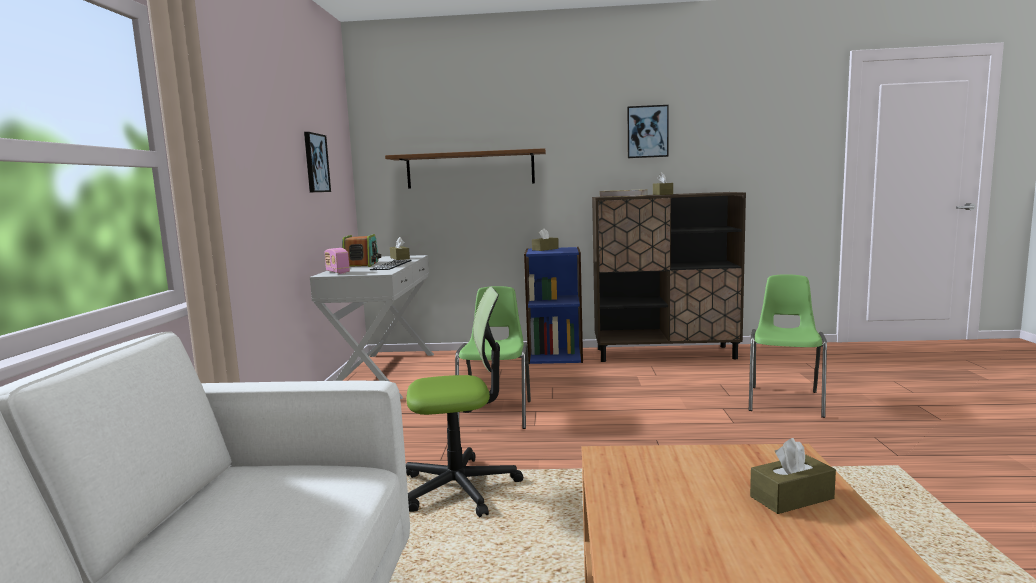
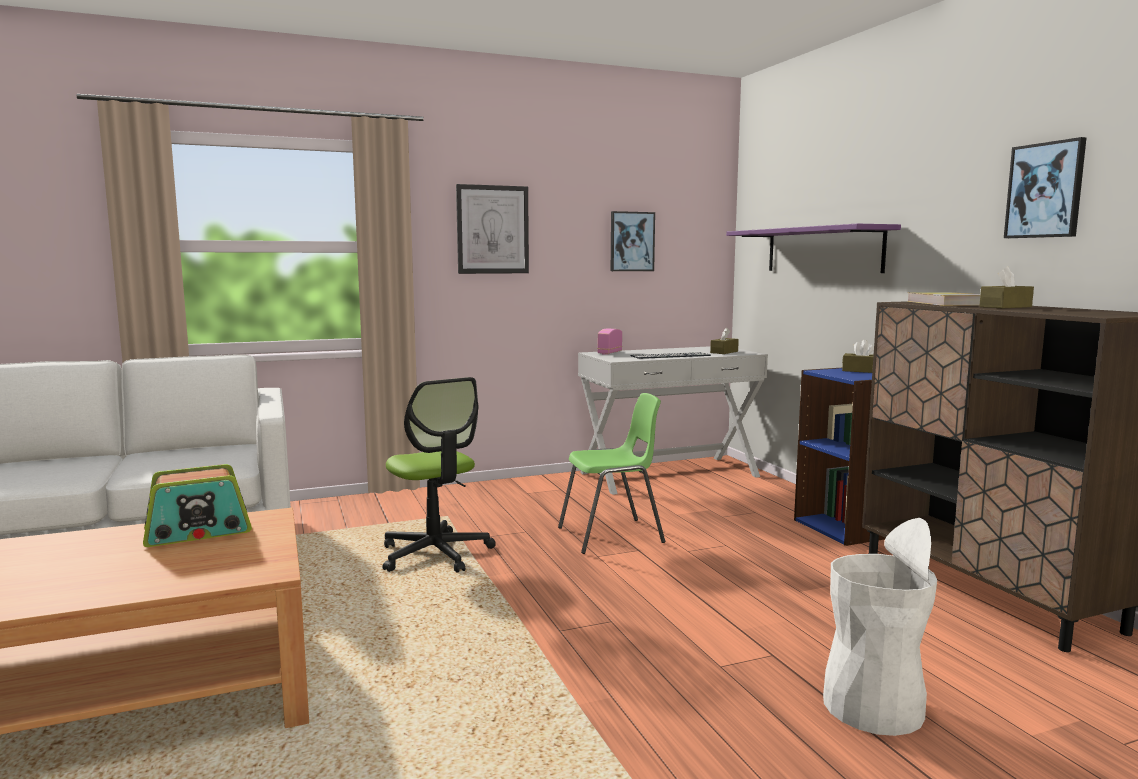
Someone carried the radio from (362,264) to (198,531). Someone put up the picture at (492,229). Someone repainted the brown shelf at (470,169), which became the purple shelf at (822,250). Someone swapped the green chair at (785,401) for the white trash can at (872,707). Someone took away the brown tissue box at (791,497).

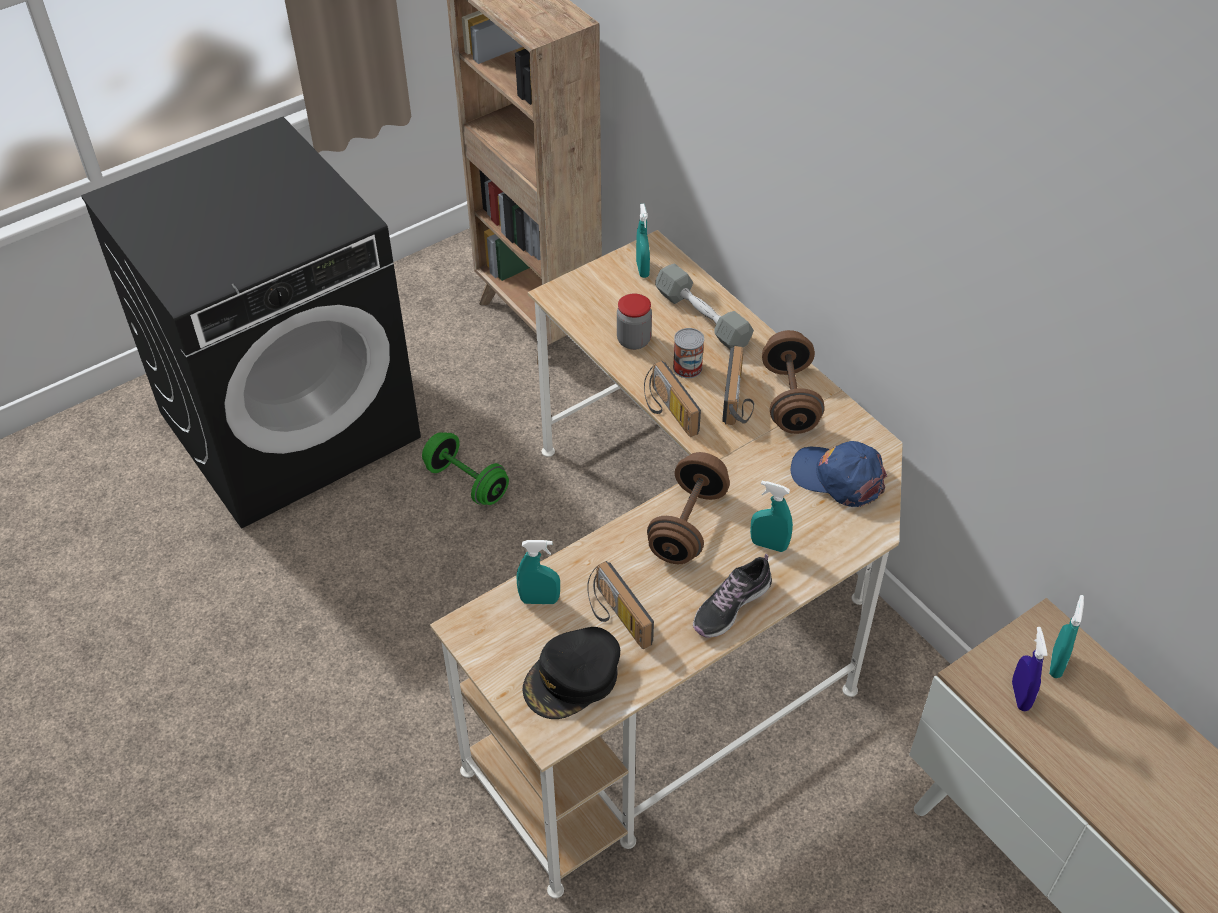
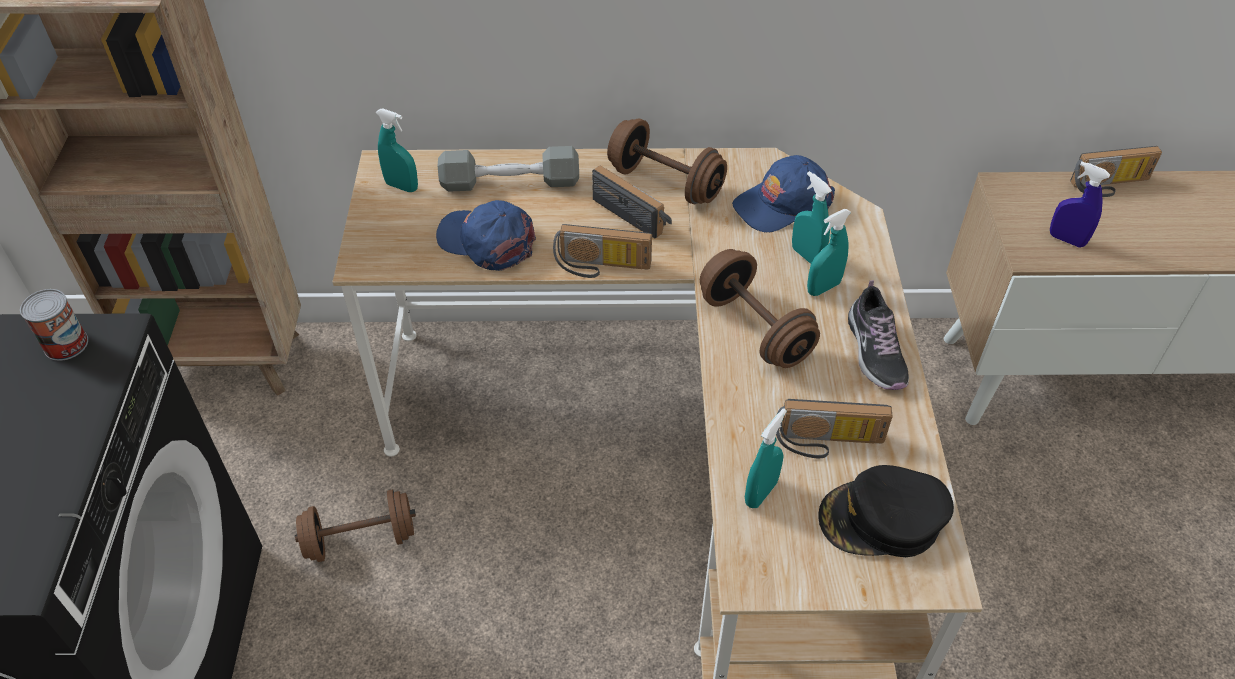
Someone carried the can from (687,367) to (66,344). Someone repainted the green dumbbell at (466,482), which became the brown dumbbell at (360,539). Someone swapped the jar at (633,340) for the blue cap at (487,241). Someone carried the turquoise spray bottle from (1056,664) to (806,256). Someone rotated the black cap at (573,678) by 90 degrees clockwise. Someone put down the radio at (1110,186).

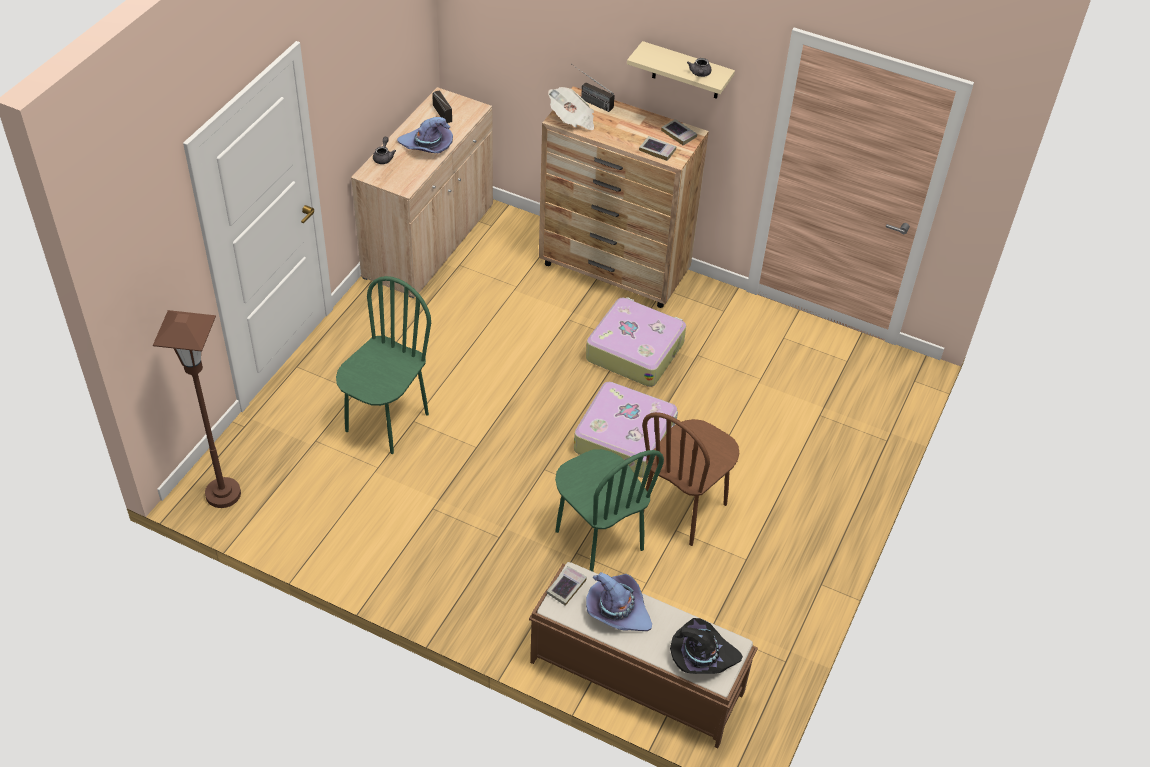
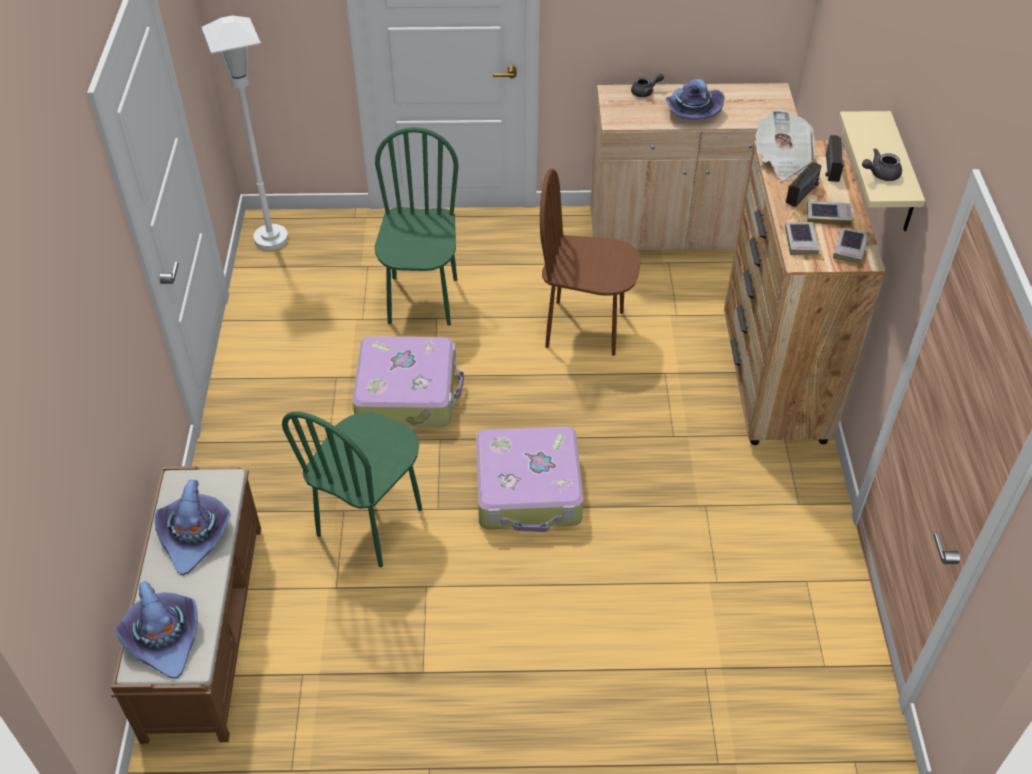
Someone repainted the black hat at (702,656), which became the purple hat at (164,637). Someone repainted the brown floor lamp at (223,494), which became the white floor lamp at (271,239). Someone carried the suitcase from (635,350) to (408,392). Someone rotated the green chair at (386,422) by 90 degrees counterclockwise. Someone carried the brown chair from (684,509) to (584,328). Someone carried the radio from (446,118) to (796,200). Someone carried the book from (566,587) to (828,216).

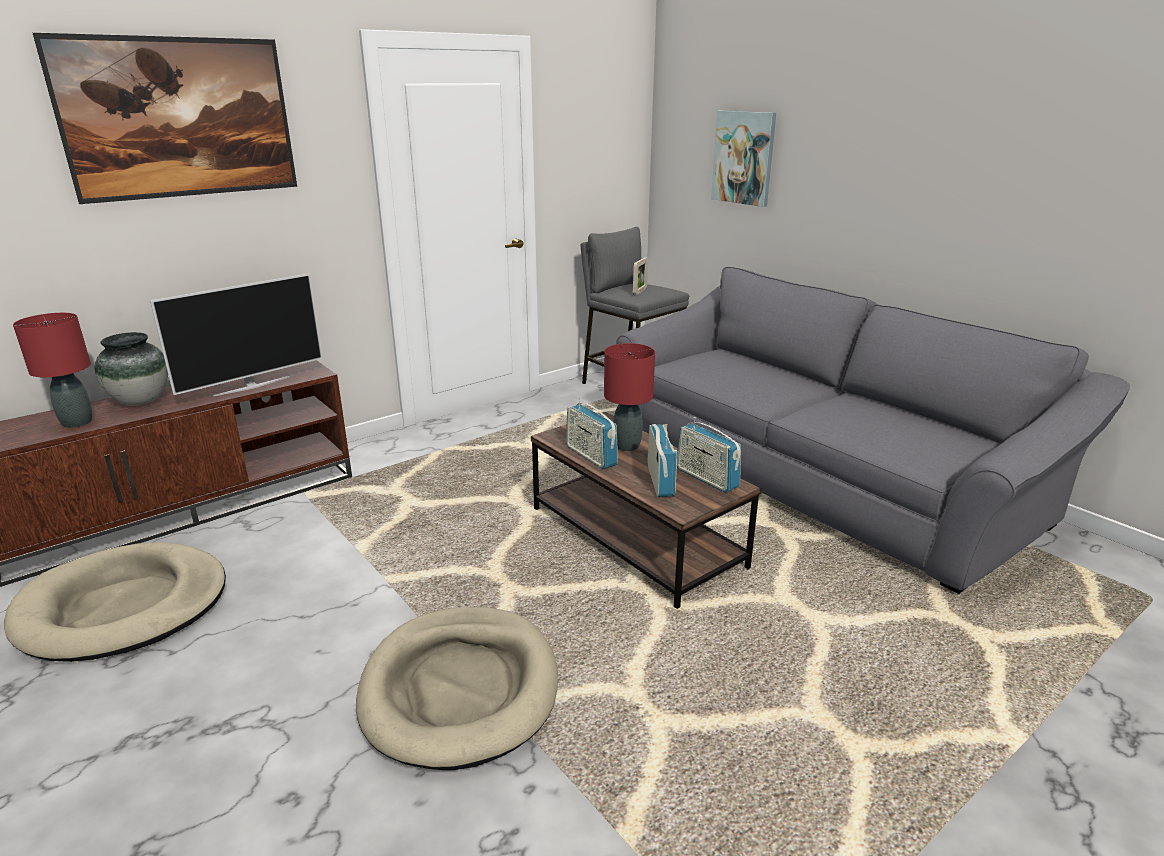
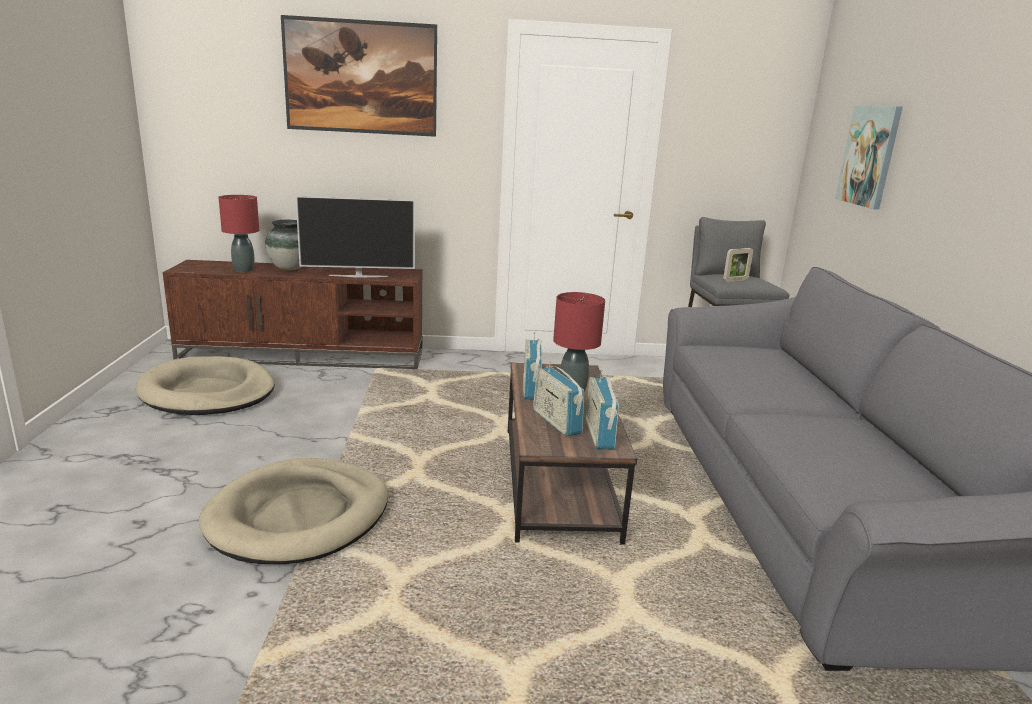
Someone rotated the radio at (660,481) by 120 degrees clockwise.

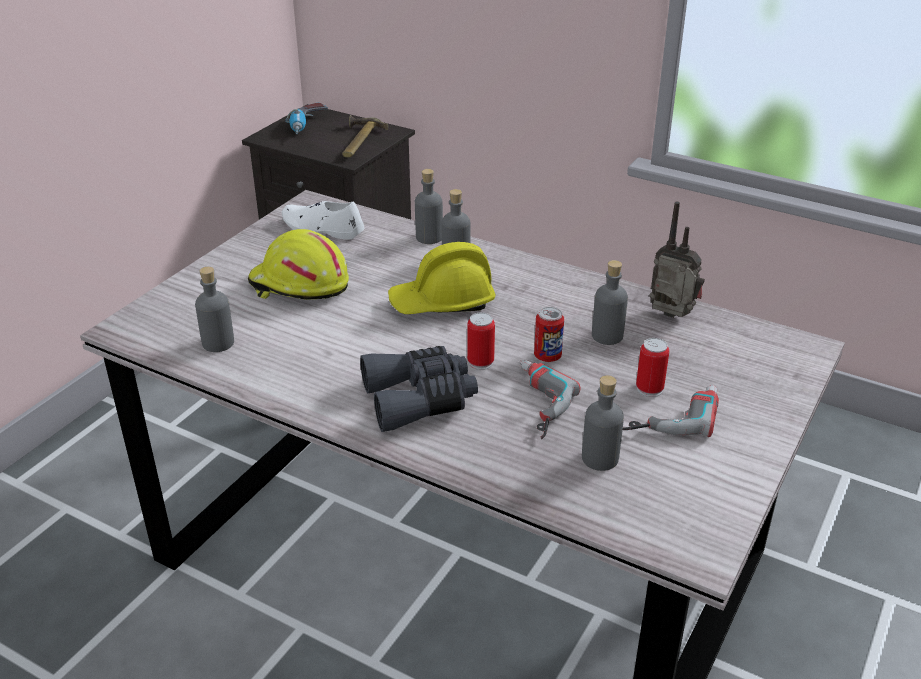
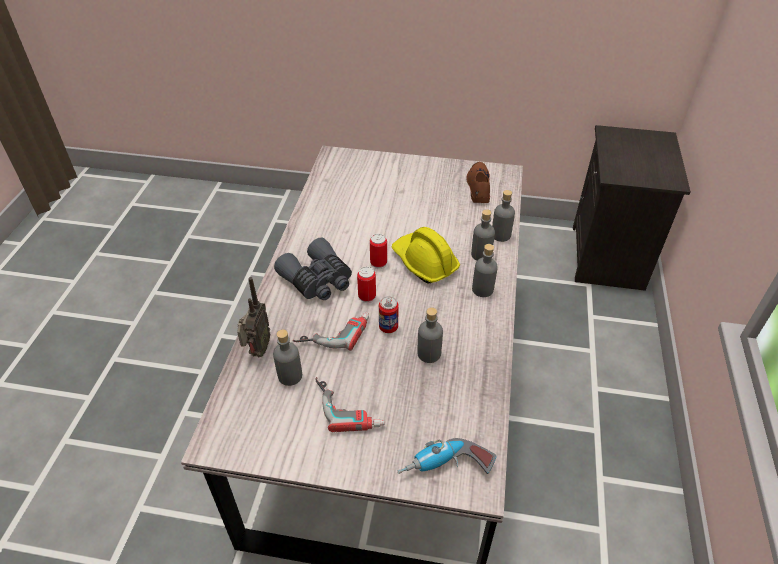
Someone carried the radio from (670,318) to (257,351). Someone carried the can from (649,389) to (378,263). Someone carried the power drill from (307,127) to (446,469). Someone repainted the white shoe at (322,228), which became the brown shoe at (478,187). Someone carried the grey bottle from (218,343) to (482,289). Someone took away the yellow hard hat at (299,285). Someone took away the hammer at (357,142).

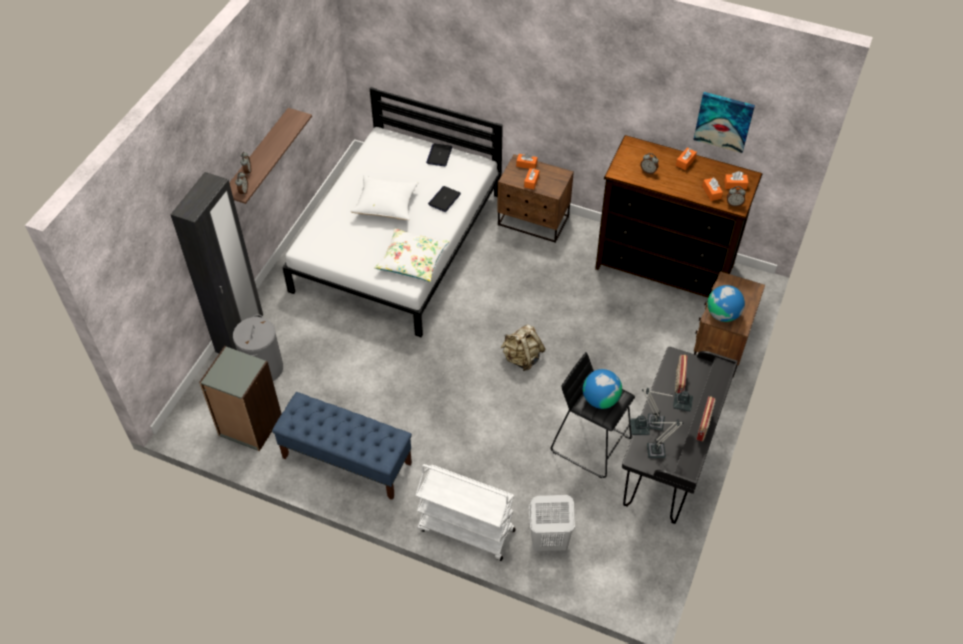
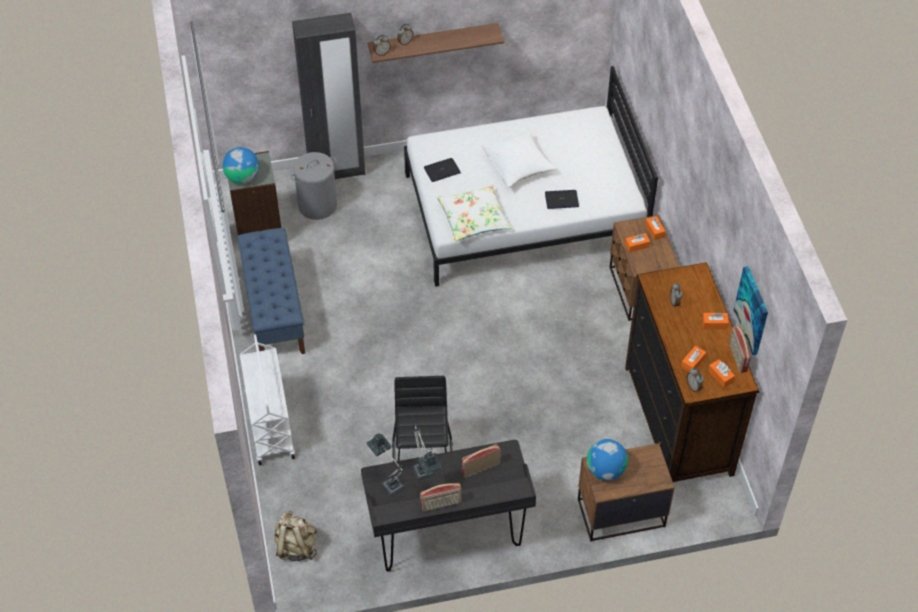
Someone carried the globe from (600,399) to (242,177). Someone carried the beige backpack from (522,358) to (296,547). Someone carried the laptop from (439,155) to (442,170). Someone put down the radio at (737,357). Someone took away the white laundry basket at (548,541).

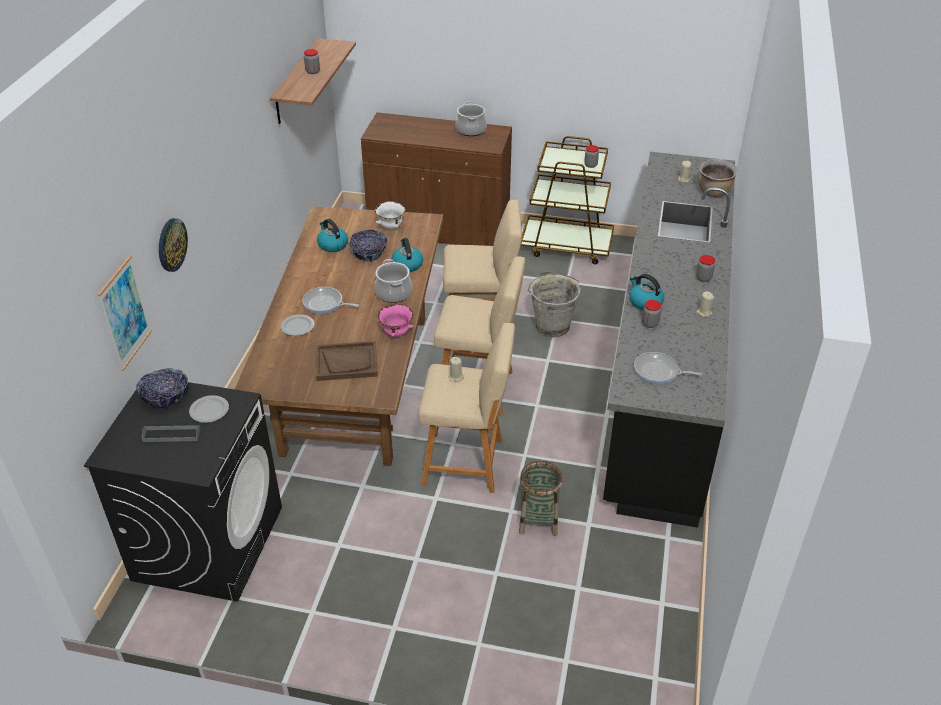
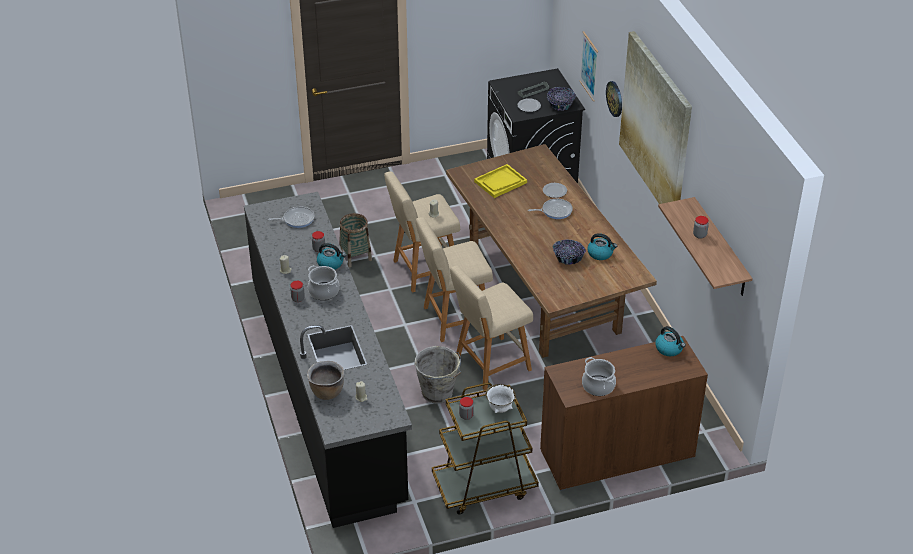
Someone carried the cooking pot from (393,293) to (324,291). Someone repainted the brown tray at (346,362), which became the yellow tray at (500,182). Someone carried the white bowl from (390,227) to (500,408). Someone put up the picture at (656,126). Someone carried the kettle from (407,264) to (669,349). Someone took away the pink bowl at (396,333).

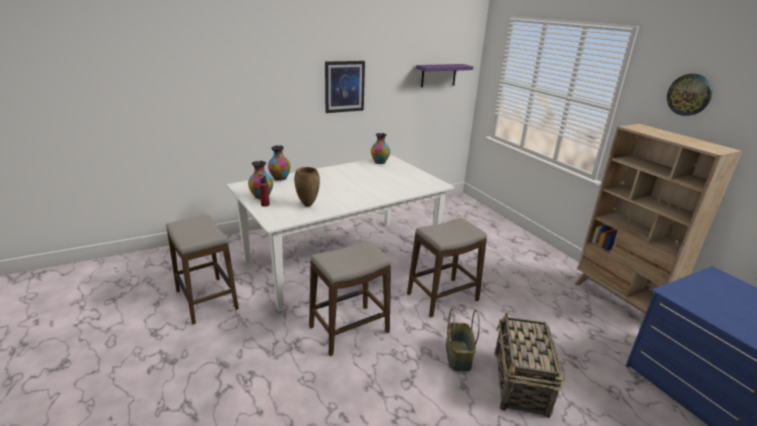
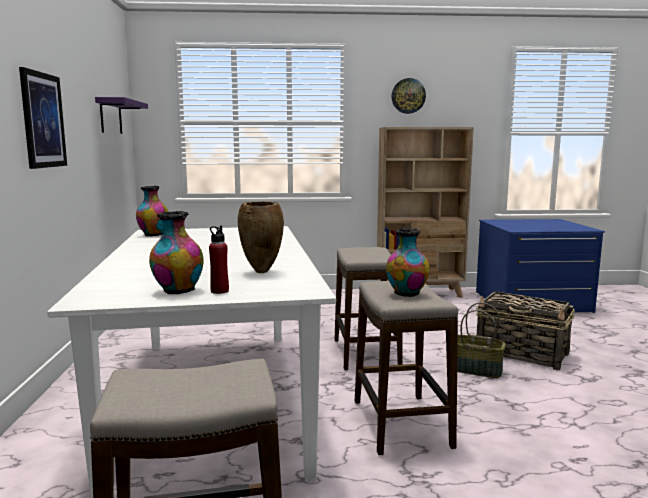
Someone carried the vase from (279,178) to (406,294).

